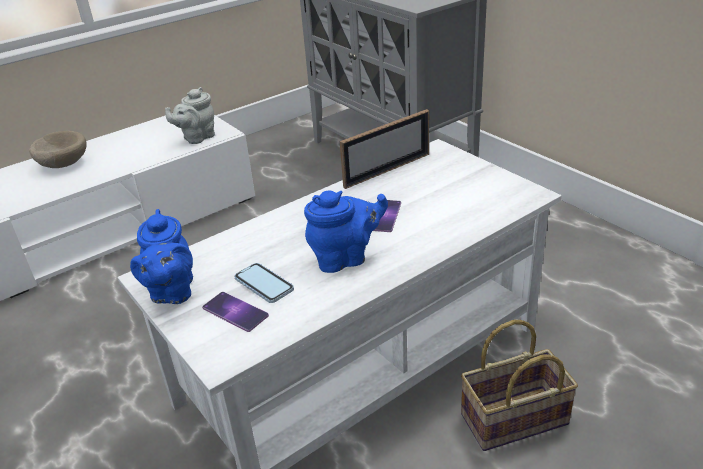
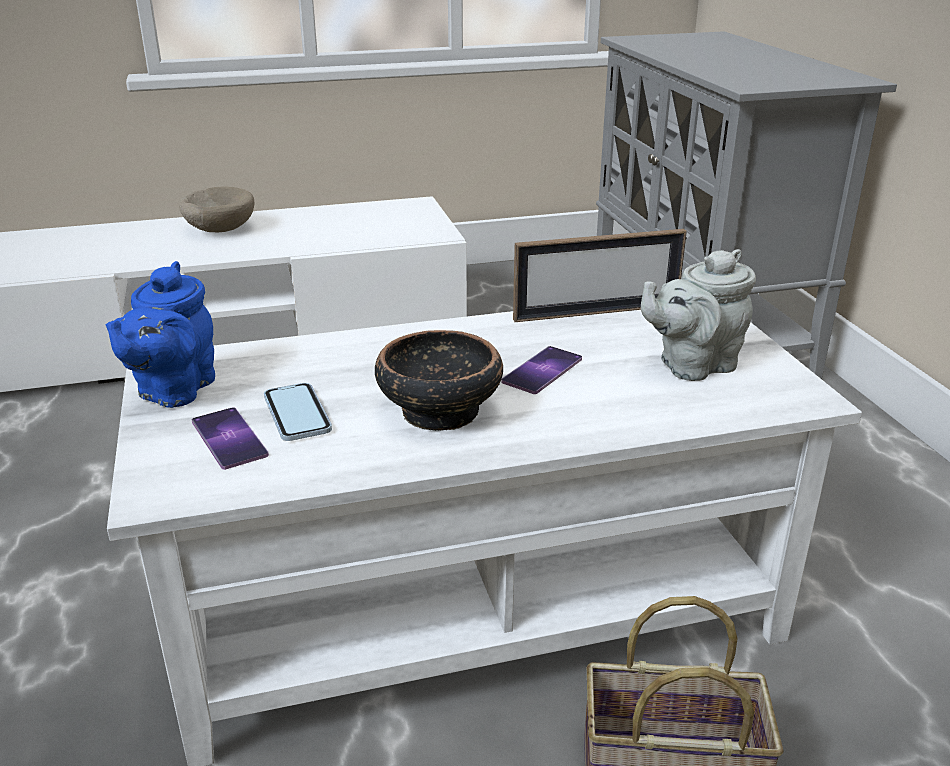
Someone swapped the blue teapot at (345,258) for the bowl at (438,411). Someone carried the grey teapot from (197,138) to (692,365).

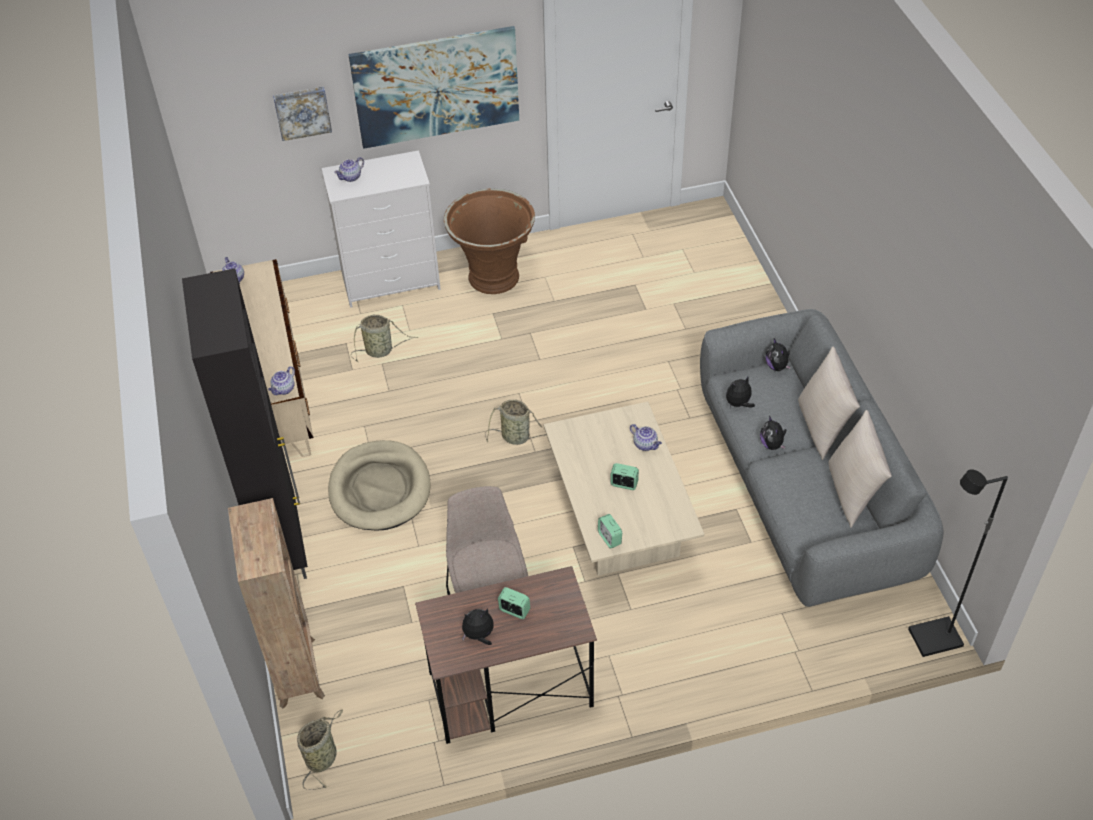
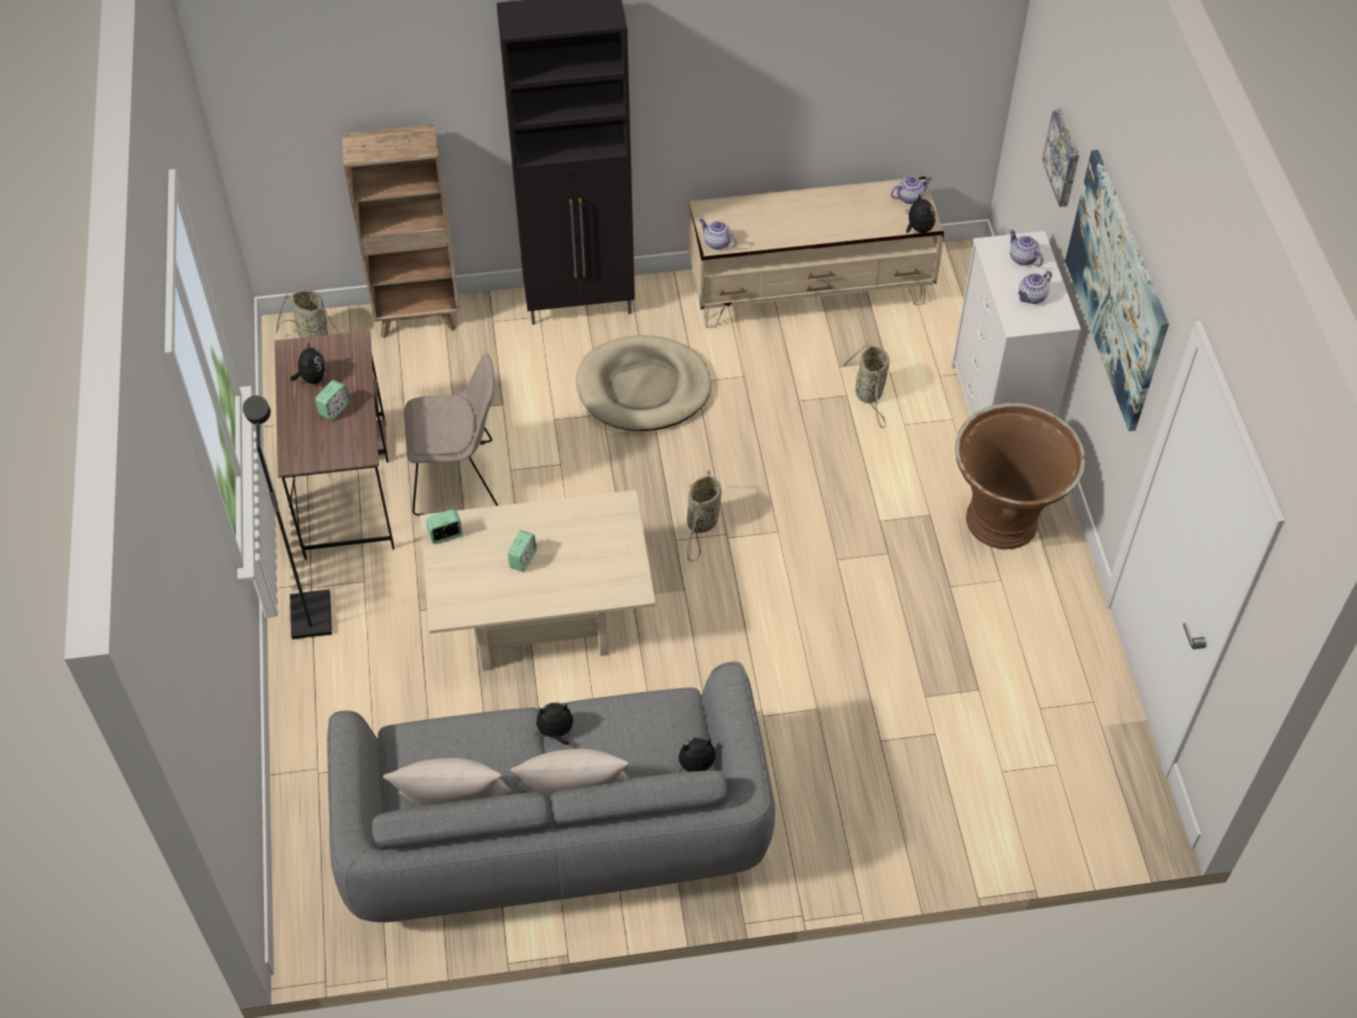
Someone carried the black floor lamp from (935,639) to (310,616). Someone carried the plush toy from (738,404) to (918,229). Someone carried the teapot from (646,445) to (1032,297).

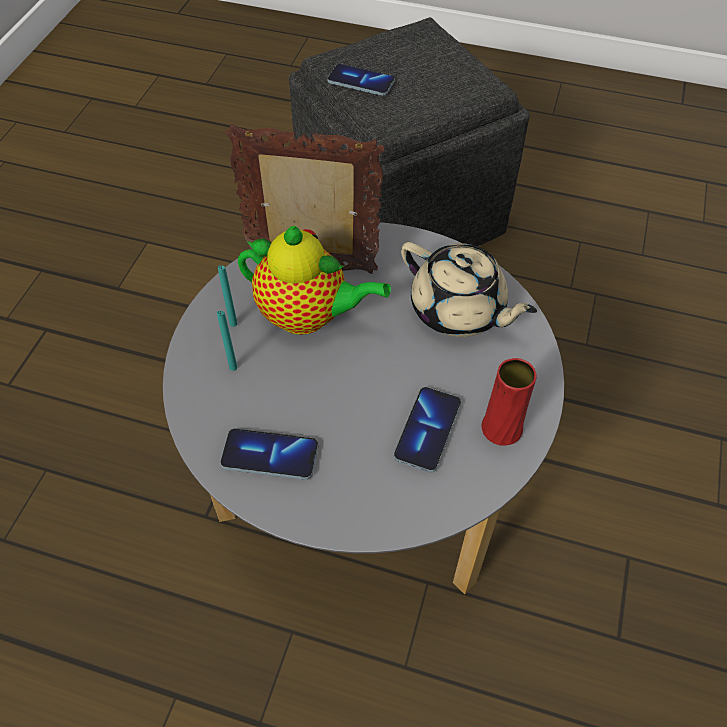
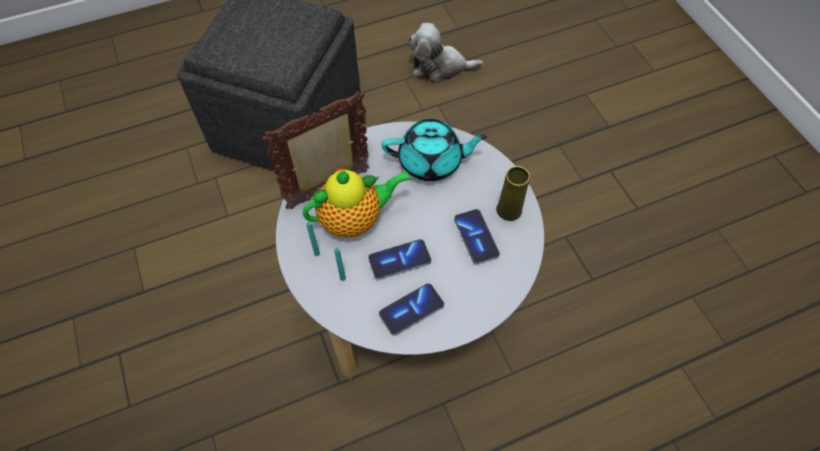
Someone carried the phone from (361,82) to (399,260). Someone repainted the beige teapot at (459,310), which became the turquoise teapot at (431,162). Someone put down the plush toy at (440,67). Someone repainted the red vase at (501,428), which became the yellow vase at (509,210).

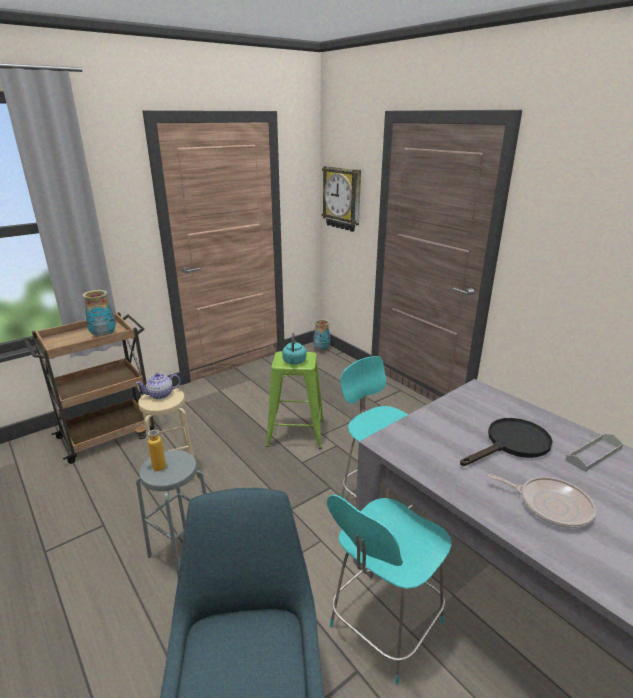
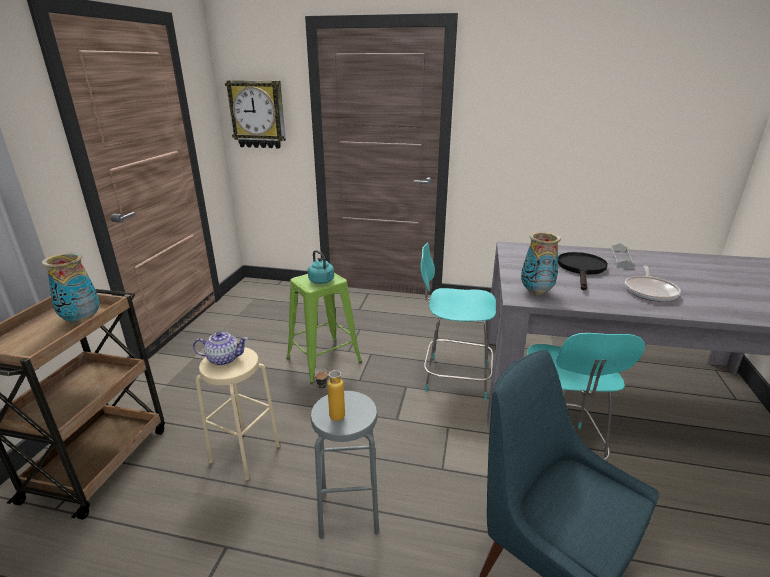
Someone rotated the teapot at (161,395) by 120 degrees counterclockwise. Someone carried the vase from (321,349) to (536,292). Someone rotated the frying pan at (550,505) by 120 degrees clockwise.

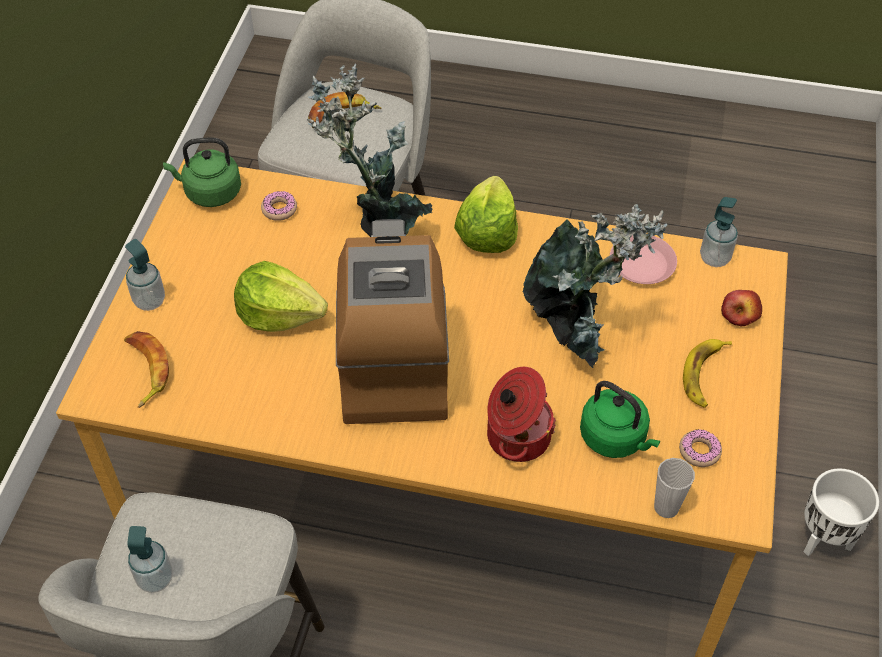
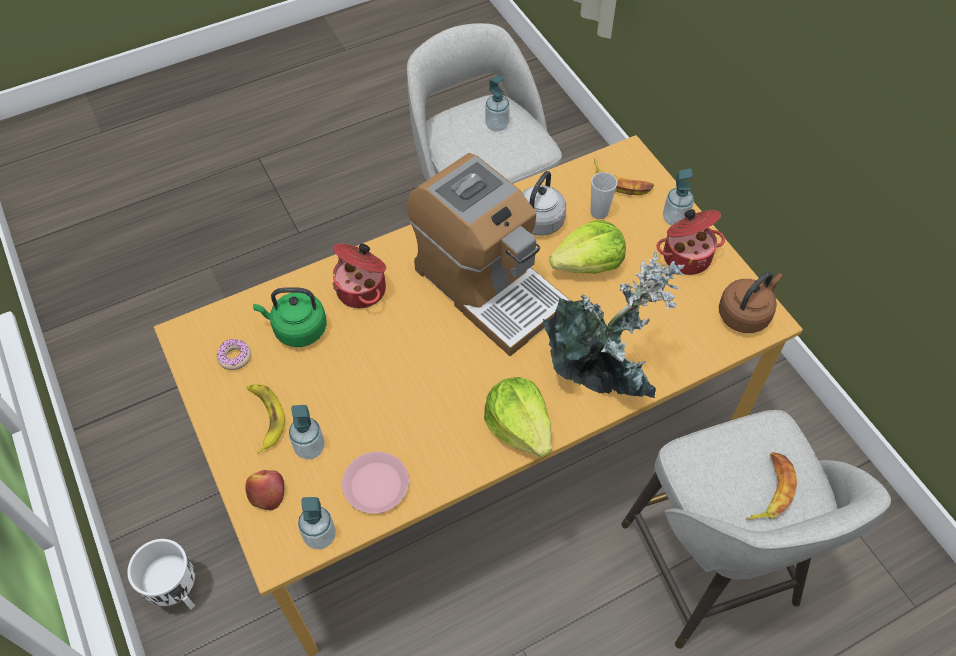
Someone put down the soap dispenser at (310,448). Someone put down the grey kettle at (538,223). Someone carried the cup from (666,507) to (599,212). Someone put down the cooking pot at (686,255). Someone repainted the green kettle at (210,193), which became the brown kettle at (745,314). Someone took away the donut at (279,209). Someone took away the potted plant at (577,331).

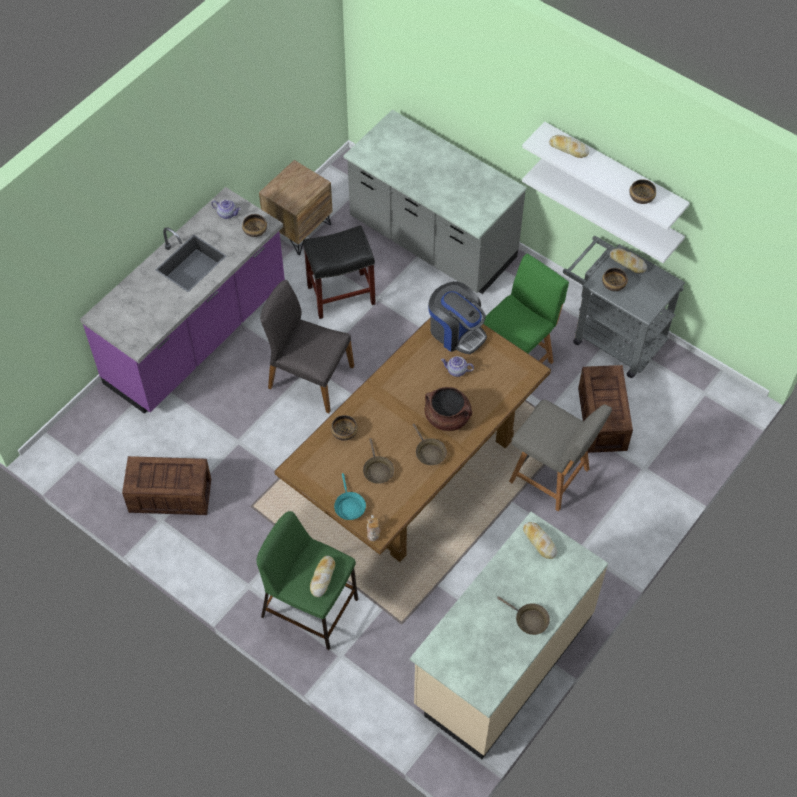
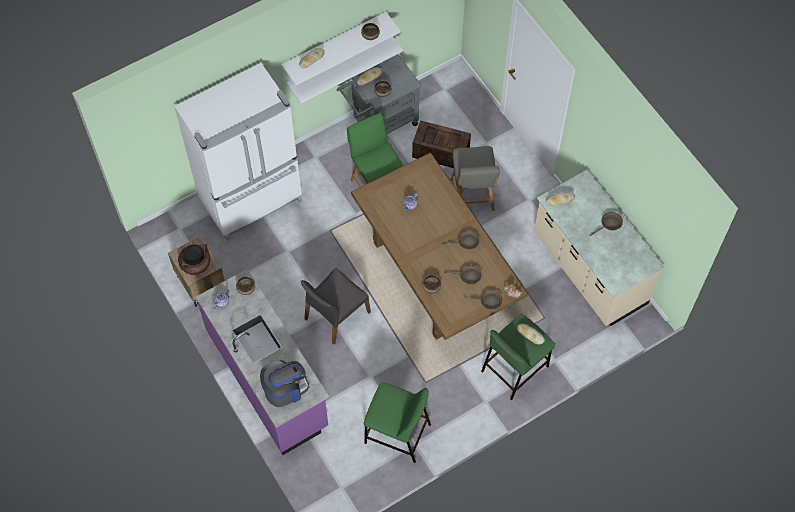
Someone swapped the grey counter at (432,240) for the white fridge at (252,200). Someone carried the brown cooking pot from (447,417) to (195,264). Someone carried the coffee machine from (456,331) to (285,389). Someone swapped the crate at (169,495) for the green stool at (396,433). Someone rotated the grey chair at (552,477) by 120 degrees clockwise. Someone repainted the turquoise frying pan at (349,506), which became the brown frying pan at (488,301). Someone took away the black stool at (341,294).

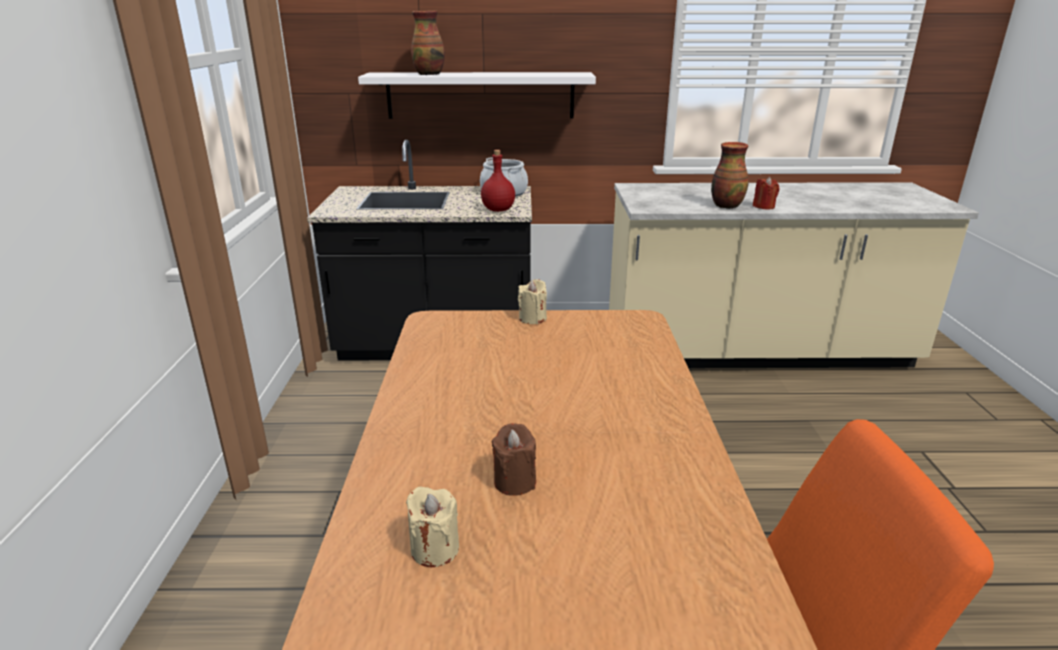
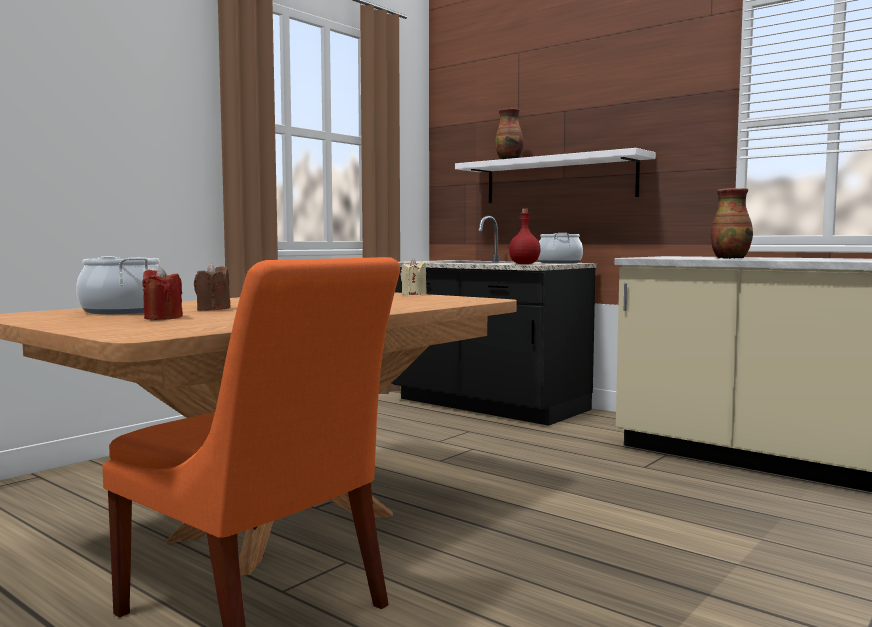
Someone swapped the beige candle at (435,549) for the cooking pot at (123,311). Someone carried the red candle from (764,206) to (162,318).

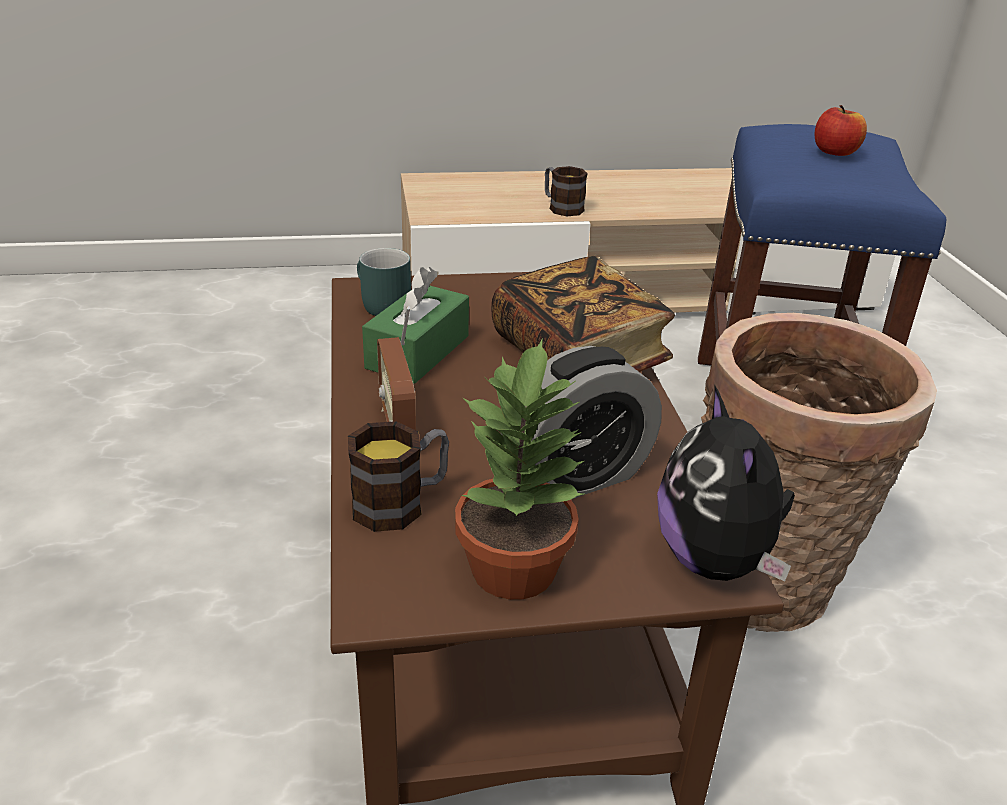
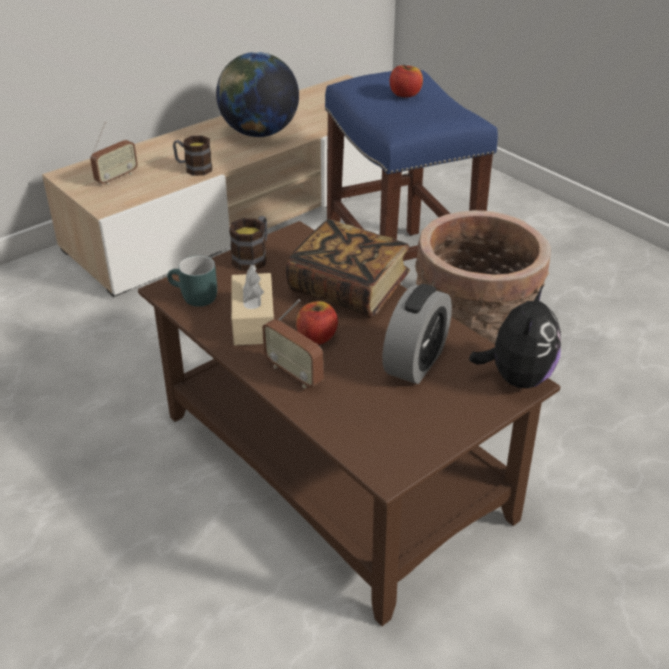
Someone put down the radio at (116,178). Someone put down the globe at (259,133). Someone carried the mug from (401,503) to (253,257). Someone repainted the green tissue box at (418,352), which became the beige tissue box at (253,321). Someone put down the apple at (316,337). Someone rotated the plush toy at (716,560) by 120 degrees counterclockwise. Someone took away the potted plant at (516,569).

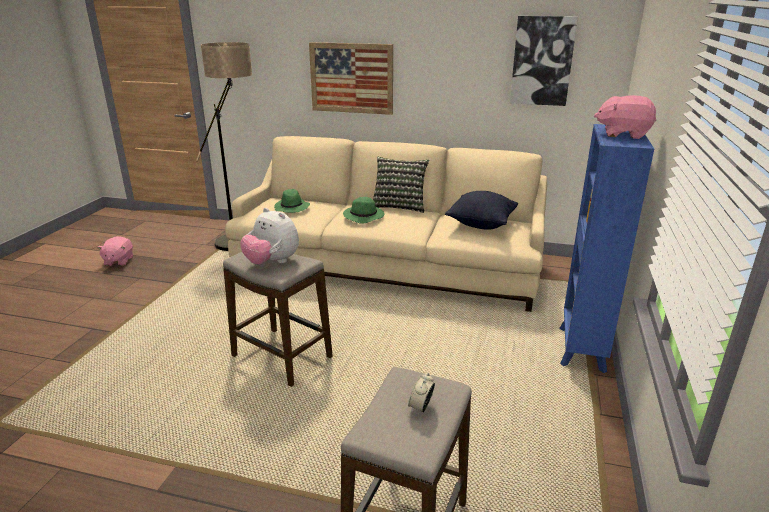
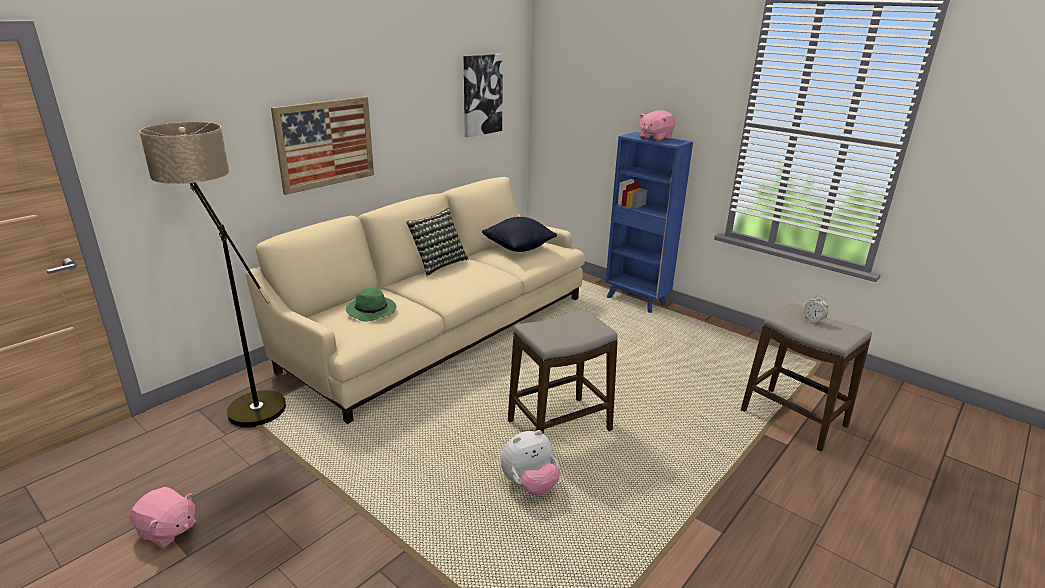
Someone carried the plush toy from (272,262) to (529,485). Someone took away the green hat at (364,216).

